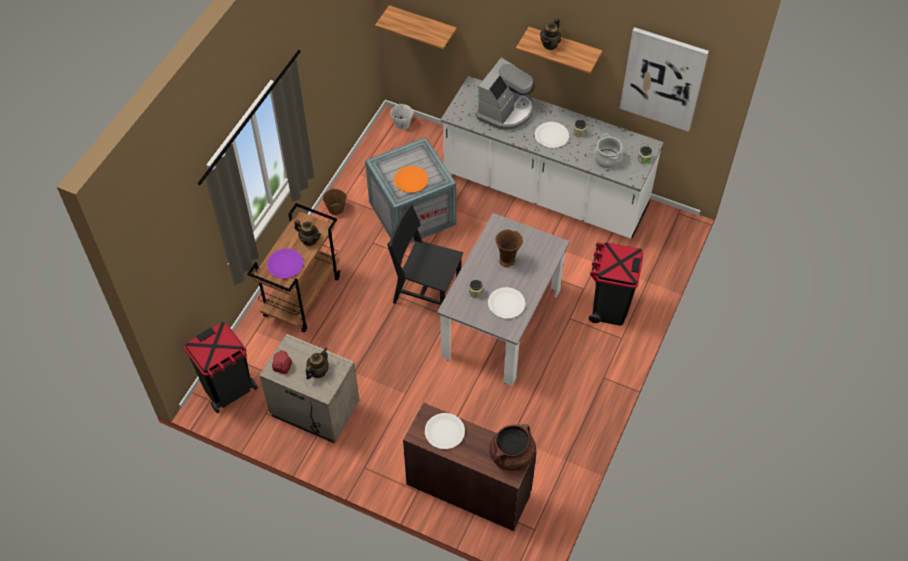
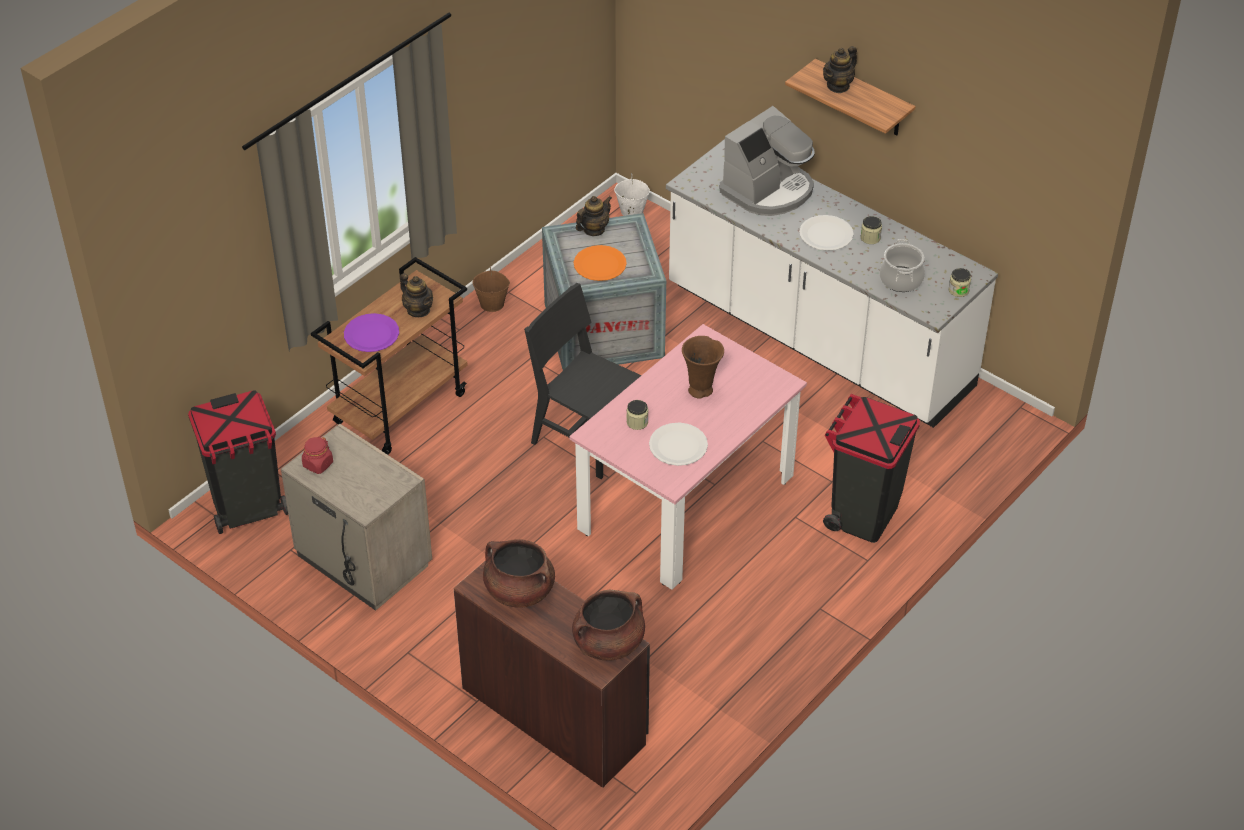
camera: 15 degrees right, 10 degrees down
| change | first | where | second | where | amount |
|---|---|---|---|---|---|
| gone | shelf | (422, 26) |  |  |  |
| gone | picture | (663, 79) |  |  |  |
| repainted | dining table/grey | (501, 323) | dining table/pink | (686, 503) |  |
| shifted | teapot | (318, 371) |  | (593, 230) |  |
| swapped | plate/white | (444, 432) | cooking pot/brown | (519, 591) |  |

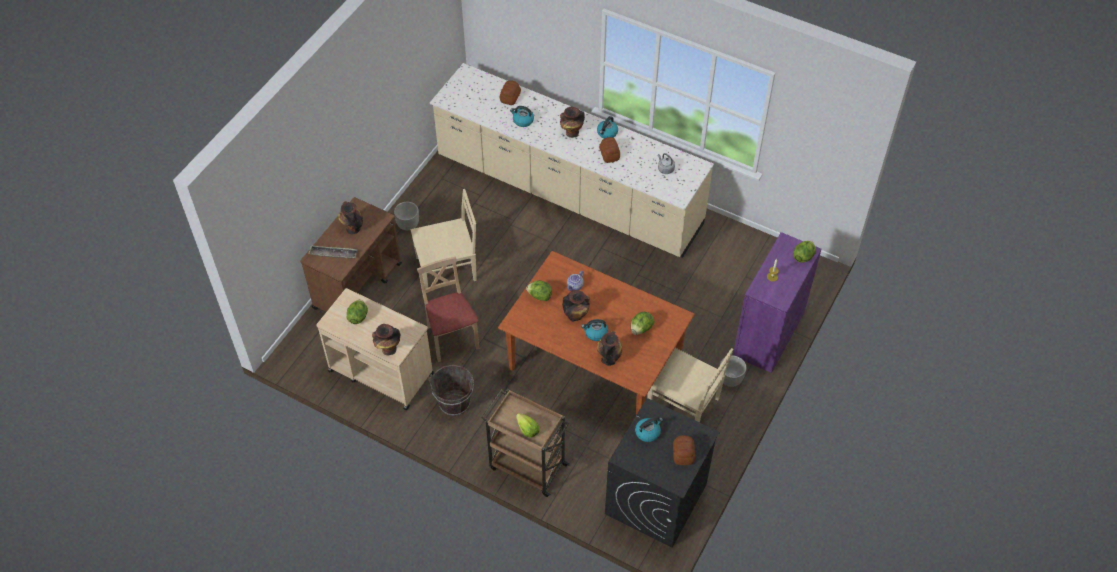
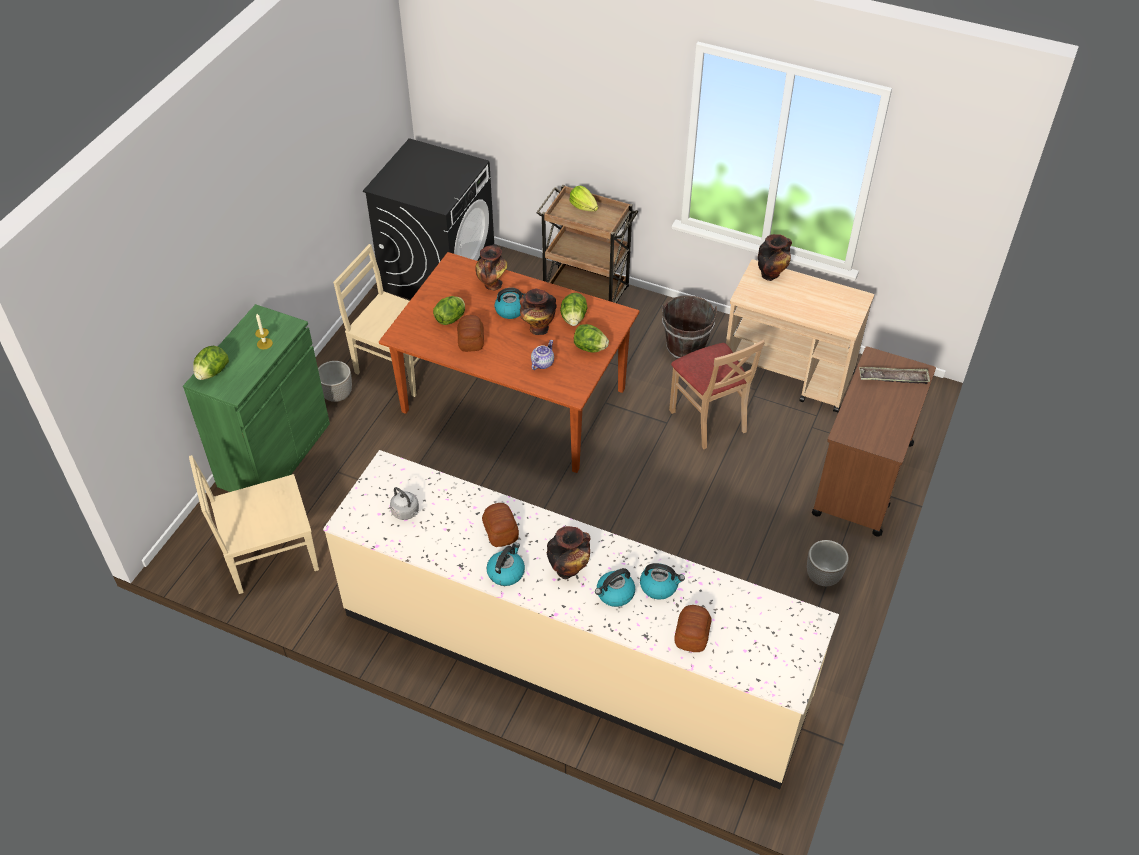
camera: 175 degrees right, 5 degrees down
| change | first | where | second | where | amount |
|---|---|---|---|---|---|
| shifted | chair/beige | (448, 268) |  | (268, 555) |  |
| gone | vase | (352, 228) |  |  |  |
| repainted | cabinet/purple | (769, 333) | cabinet/green | (274, 454) |  |
| shifted | lettuce | (358, 316) |  | (573, 319) |  |
| shifted | kettle | (648, 432) |  | (615, 594) |  |
| shifted | bread | (683, 453) |  | (470, 341) |  |

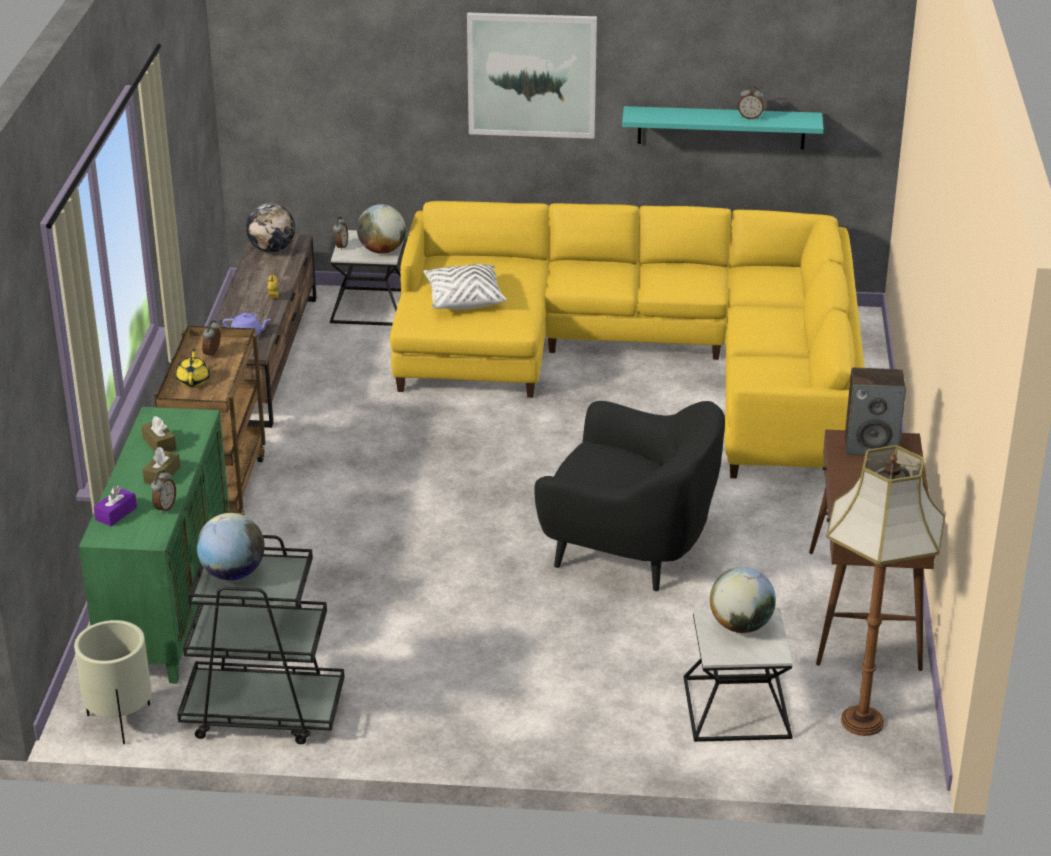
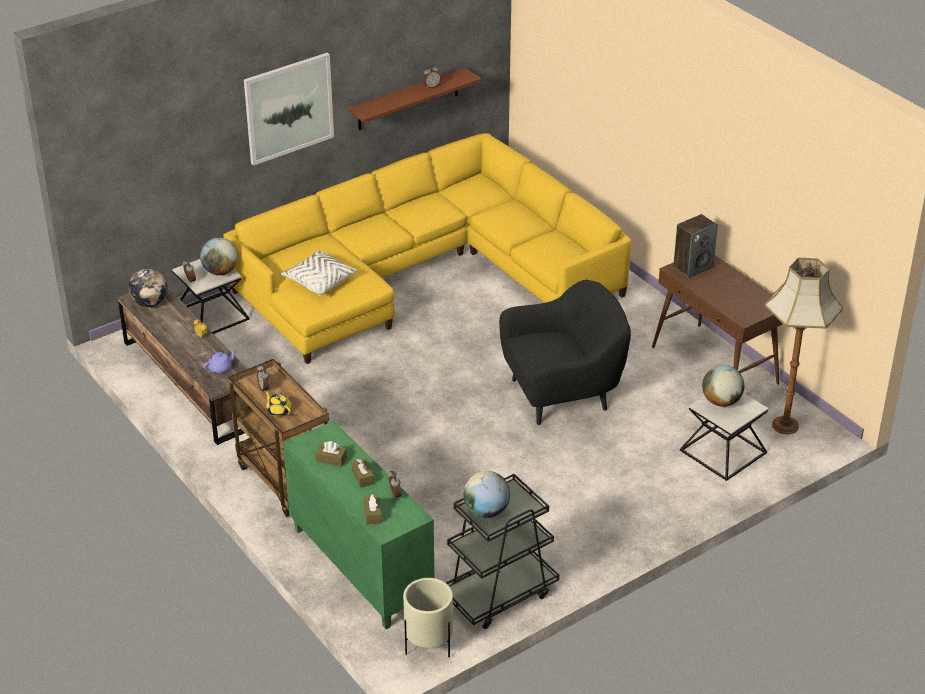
camera: 40 degrees left, 5 degrees up
| change | first | where | second | where | amount |
|---|---|---|---|---|---|
| repainted | shelf/turquoise | (721, 127) | shelf/brown | (408, 99) |  |
| repainted | tissue box/purple | (116, 514) | tissue box/brown | (372, 514) |  |

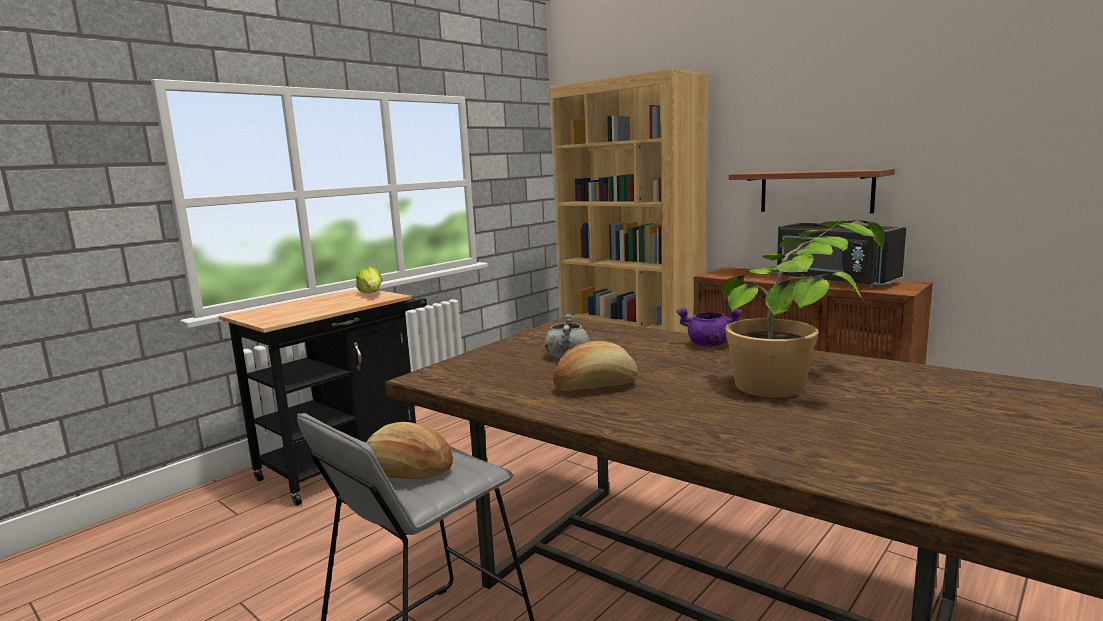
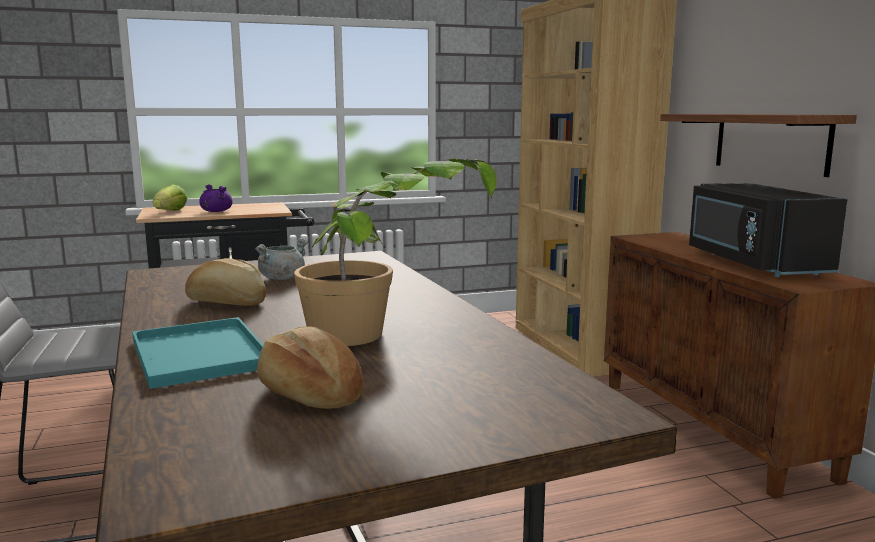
camera: 30 degrees right, 0 degrees up
| change | first | where | second | where | amount |
|---|---|---|---|---|---|
| shifted | lettuce | (371, 294) |  | (170, 212) |  |
| shifted | cooking pot/purple | (708, 344) |  | (216, 211) |  |
| shifted | bread | (407, 472) |  | (309, 394) |  |
| new |  |  | tray/turquoise | (202, 354) |  |

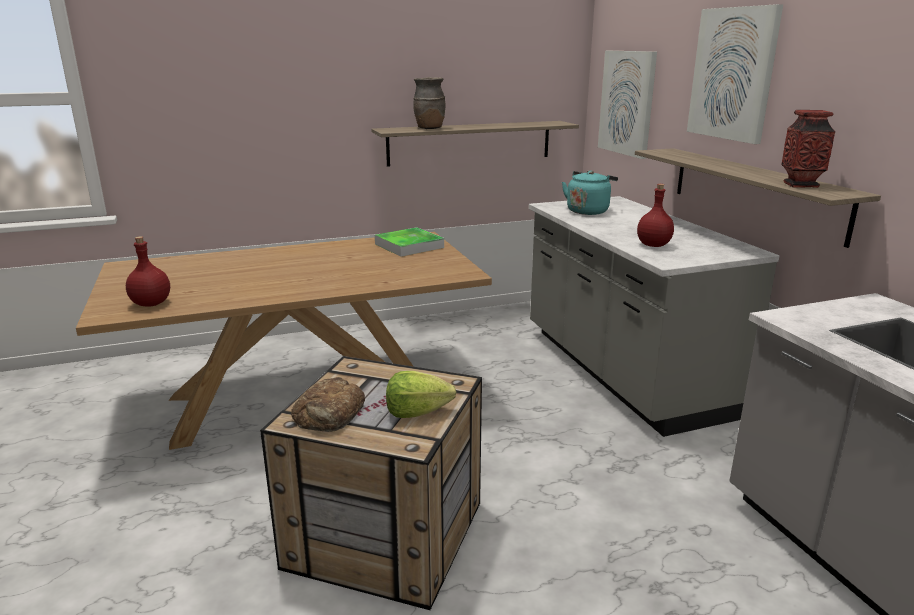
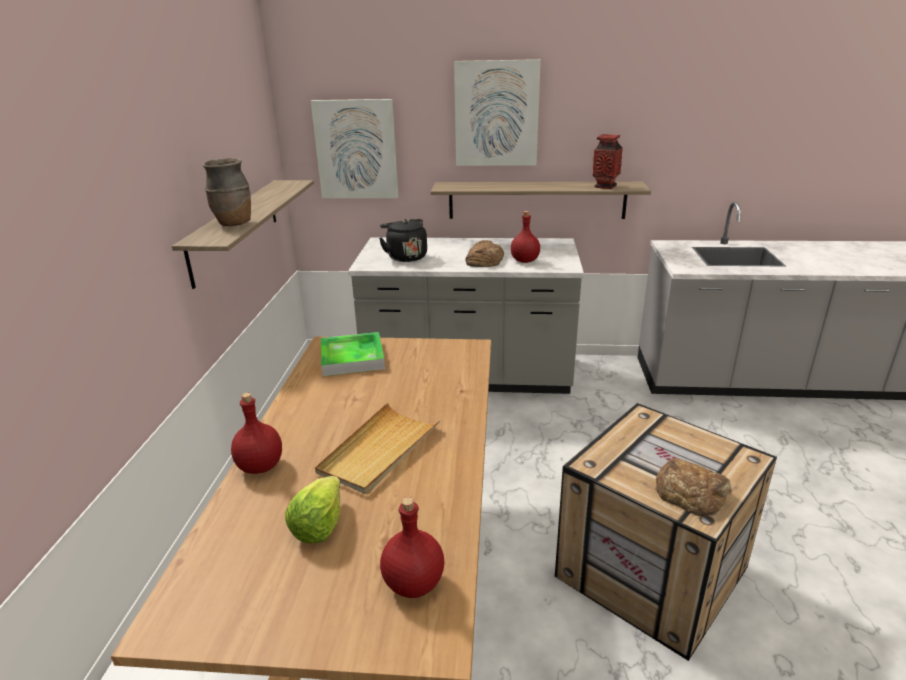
camera: 65 degrees left, 5 degrees up
| change | first | where | second | where | amount |
|---|---|---|---|---|---|
| repainted | kettle/turquoise | (588, 211) | kettle/black | (405, 257) |  |
| shifted | lettuce | (417, 412) |  | (319, 525) |  |
| new |  |  | bread | (484, 260) |  |
| new |  |  | bottle/red | (261, 466) |  |
| new |  |  | tray/beige | (379, 451) |  |

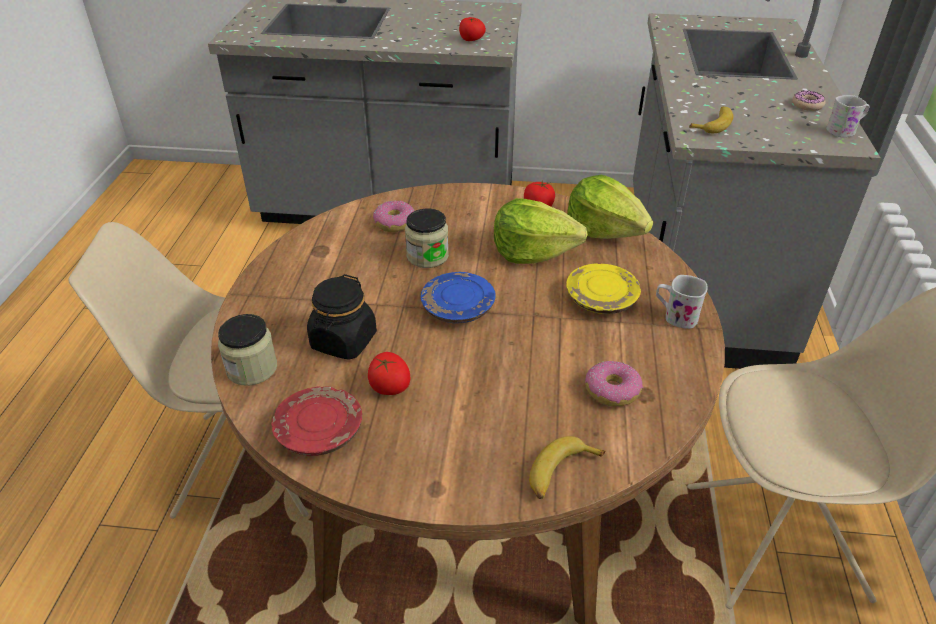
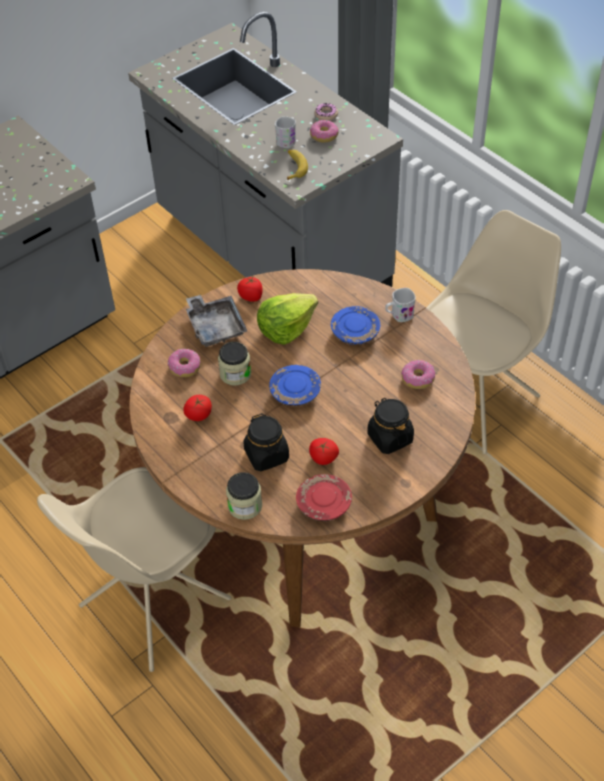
camera: 45 degrees left, 10 degrees up
| change | first | where | second | where | amount |
|---|---|---|---|---|---|
| shifted | tomato | (471, 40) |  | (198, 415) |  |
| shifted | mug/white | (844, 131) |  | (287, 140) |  |
| gone | lettuce | (604, 229) |  |  |  |
| repainted | plate/yellow | (601, 299) | plate/blue | (355, 332) |  |
| gone | banana | (560, 473) |  |  |  |
| new |  |  | donut | (324, 135) |  |
| new |  |  | tray/grey | (215, 326) |  |
| new |  |  | jar/black | (389, 438) |  |

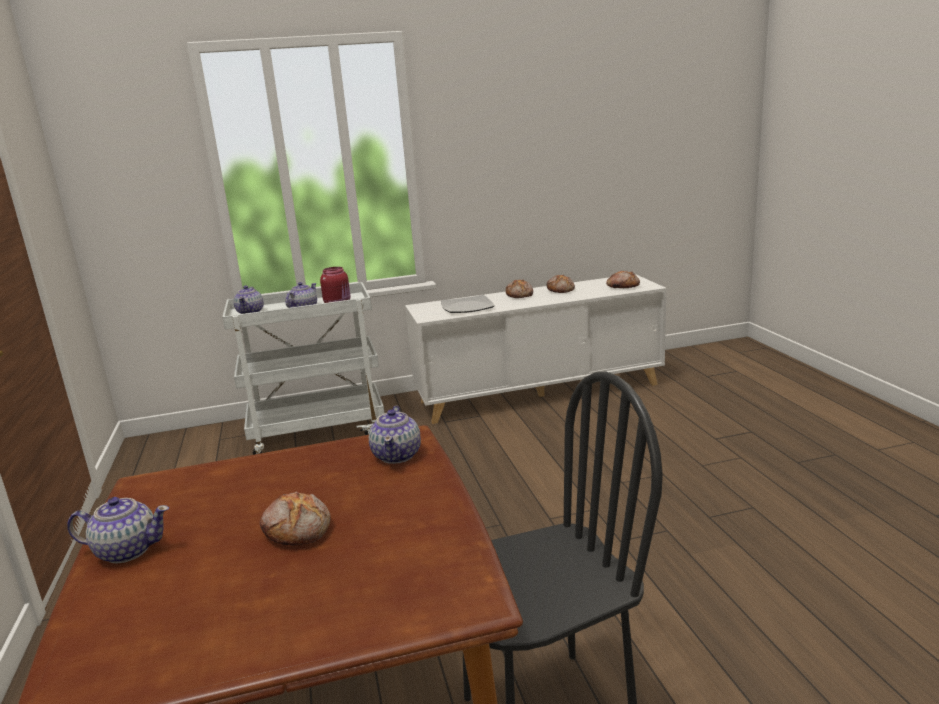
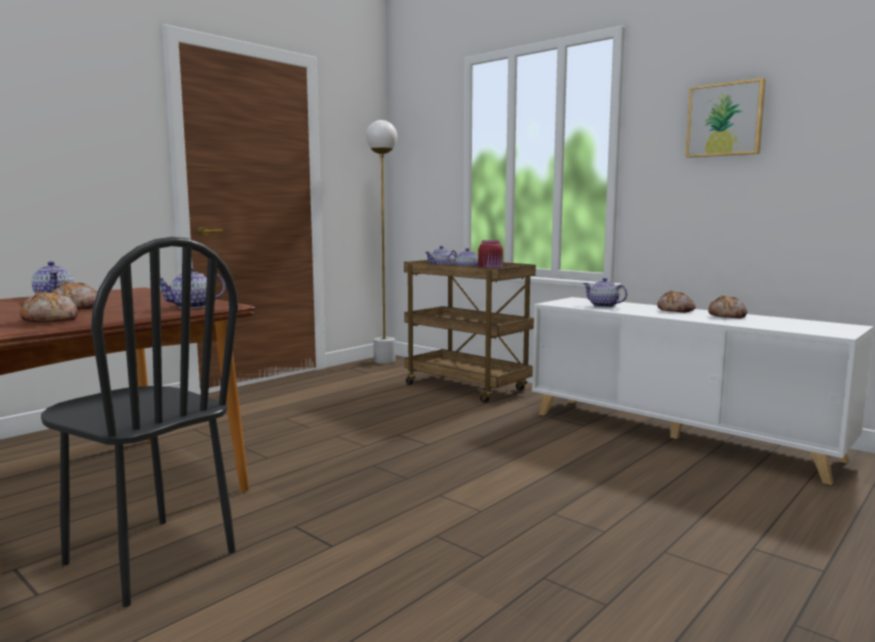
camera: 55 degrees right, 10 degrees down
| change | first | where | second | where | amount |
|---|---|---|---|---|---|
| shifted | bread | (622, 286) |  | (51, 320) |  |
| repainted | cart/white | (318, 431) | cart/brown | (468, 388) |  |
| swapped | plate | (468, 307) | teapot | (603, 306) |  |
| new |  |  | picture | (725, 120) |  |
| new |  |  | floor lamp/white | (384, 361) |  |

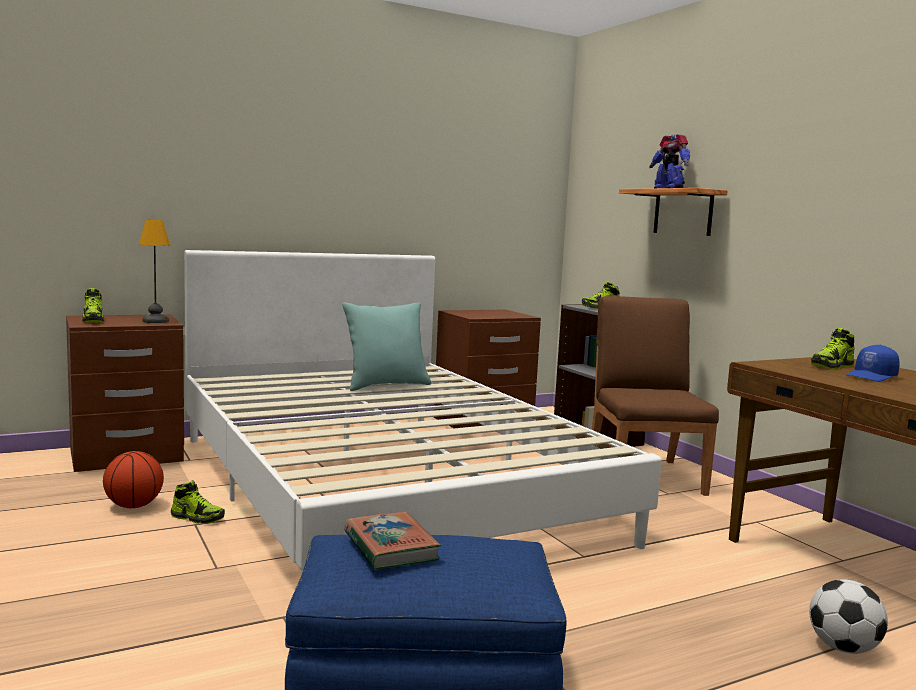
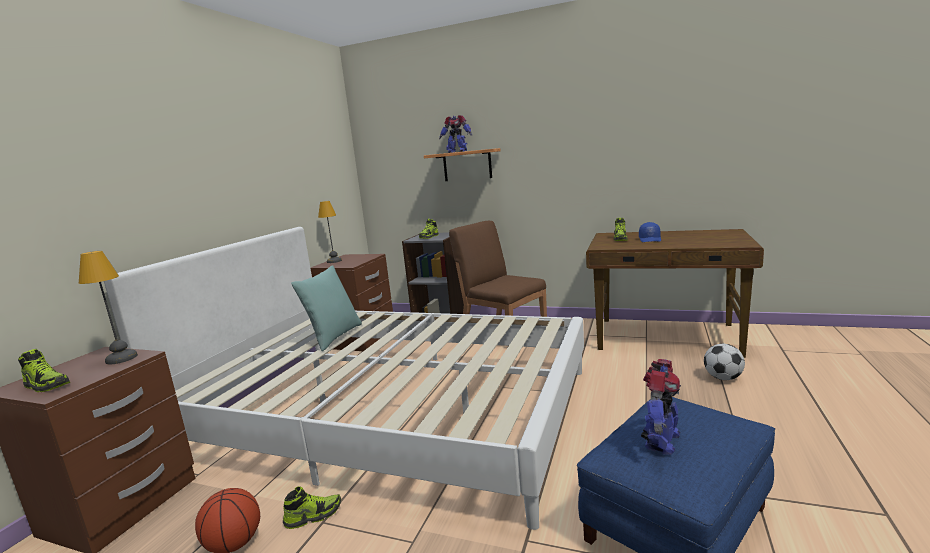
camera: 40 degrees left, 5 degrees up
| change | first | where | second | where | amount |
|---|---|---|---|---|---|
| swapped | book | (390, 547) | toy robot | (660, 441) |  |
| new |  |  | table lamp | (334, 261) |  |

